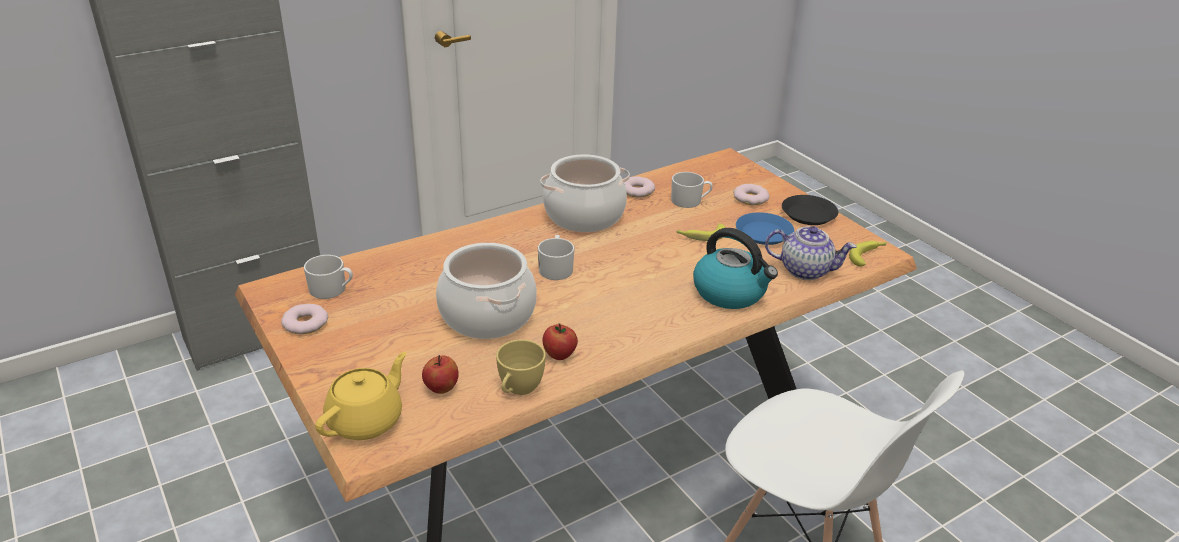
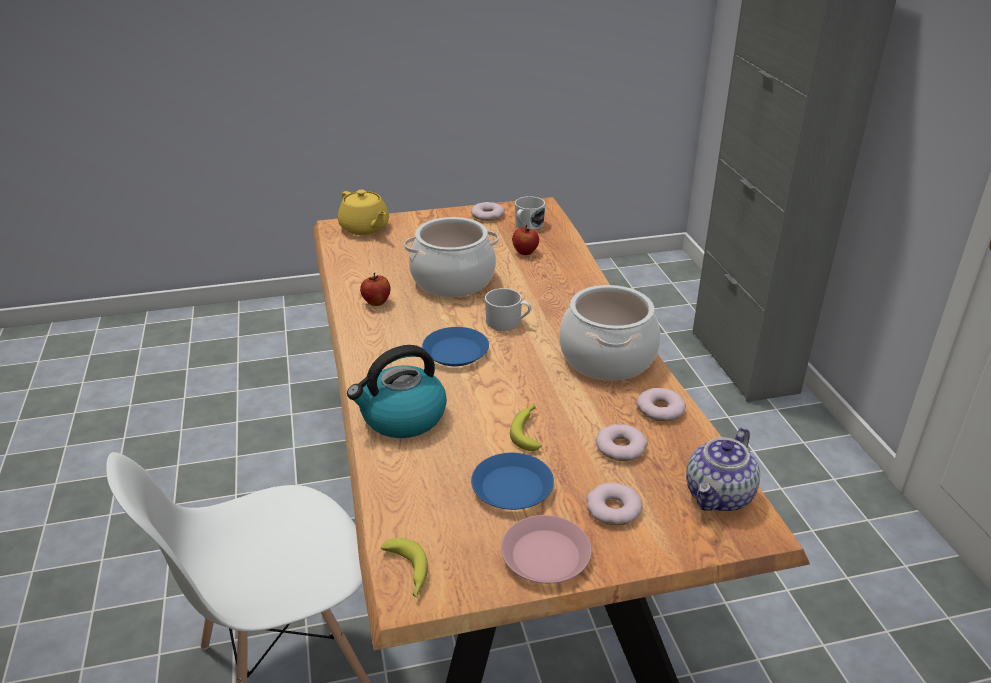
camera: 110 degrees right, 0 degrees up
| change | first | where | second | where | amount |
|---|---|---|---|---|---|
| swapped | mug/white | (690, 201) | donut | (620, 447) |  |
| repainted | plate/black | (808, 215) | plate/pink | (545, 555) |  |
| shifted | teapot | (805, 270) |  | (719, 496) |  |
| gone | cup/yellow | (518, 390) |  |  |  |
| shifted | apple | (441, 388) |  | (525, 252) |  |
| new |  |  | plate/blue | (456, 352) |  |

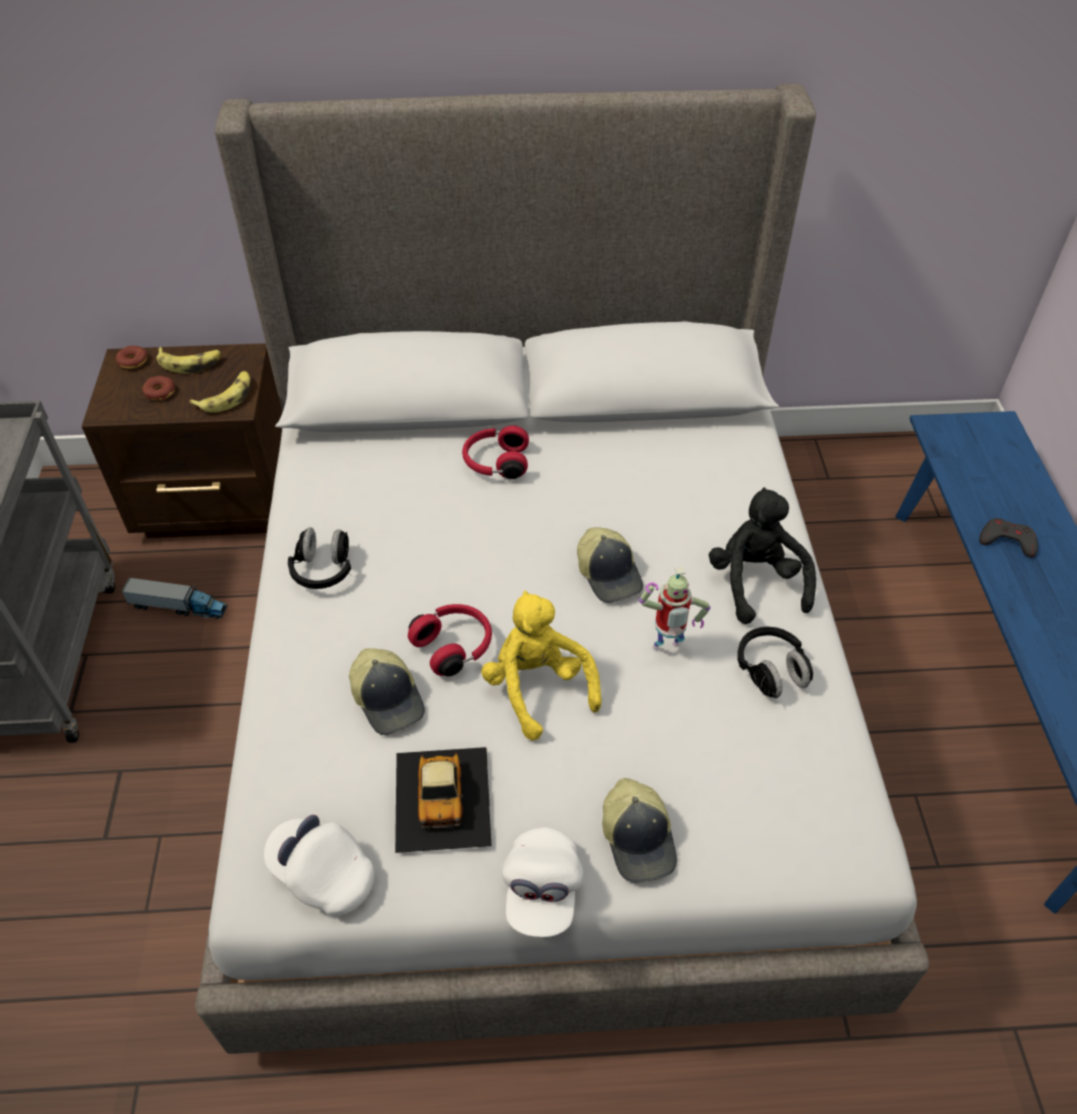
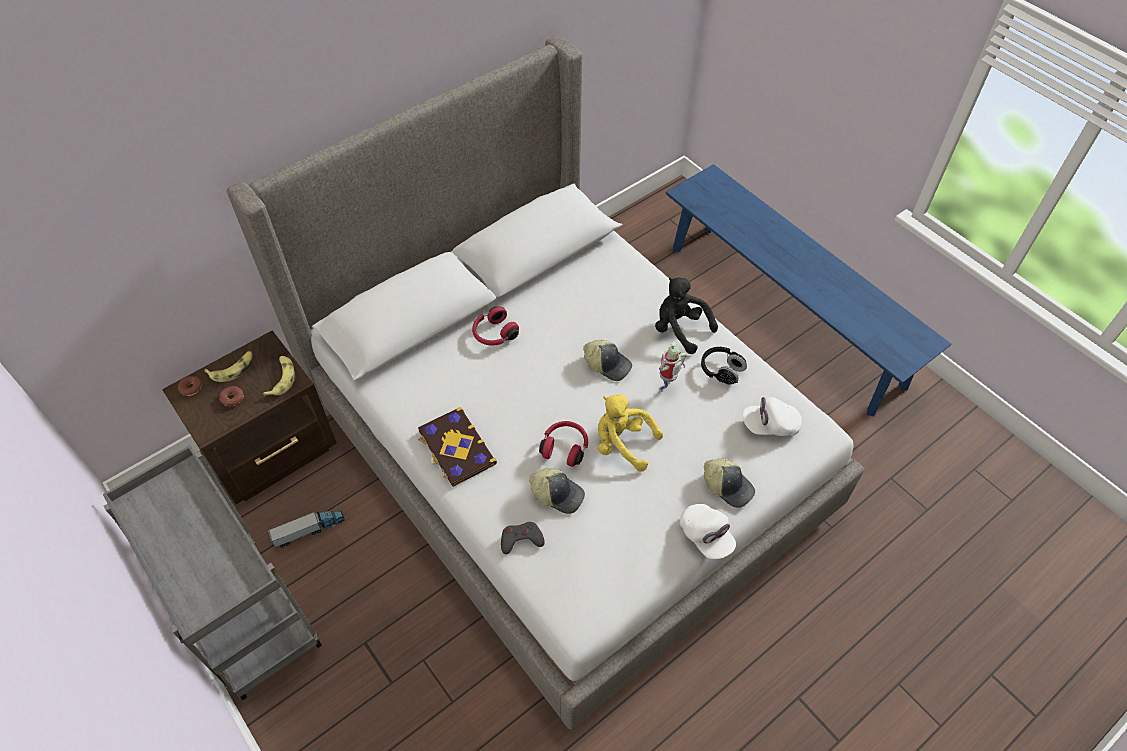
camera: 35 degrees left, 5 degrees up
| change | first | where | second | where | amount |
|---|---|---|---|---|---|
| shifted | game controller/grey | (1007, 541) |  | (521, 539) |  |
| swapped | headphones/black | (323, 570) | book | (455, 448) |  |
| gone | toy car | (443, 797) |  |  |  |
| shifted | cap/white | (322, 874) |  | (770, 425) |  |

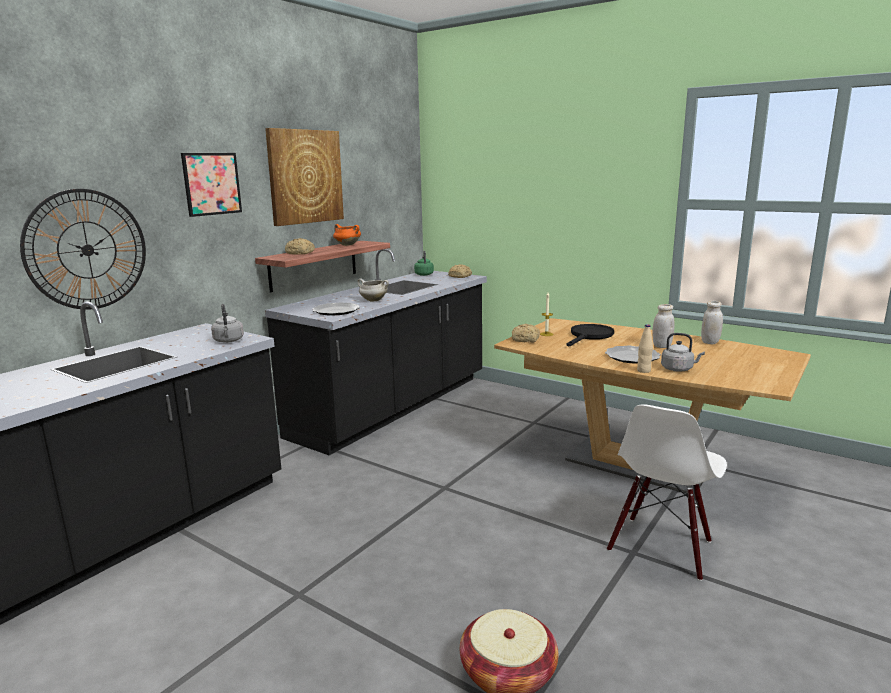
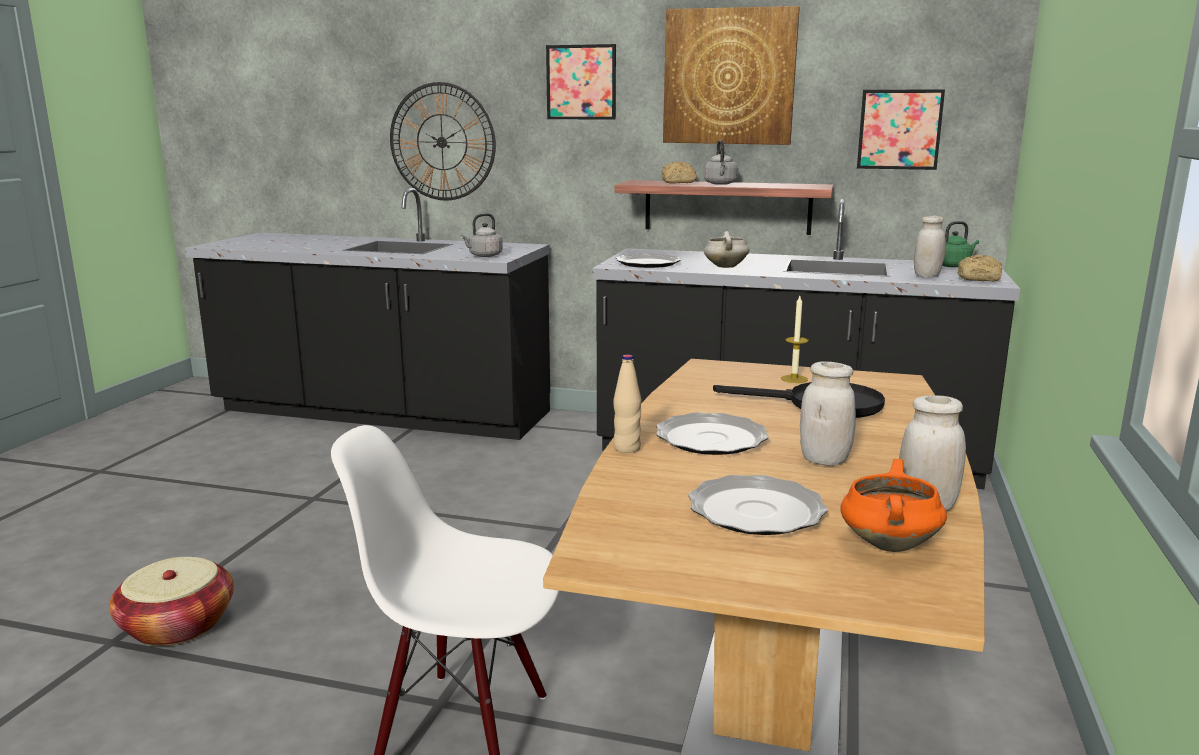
camera: 70 degrees right, 0 degrees up
| change | first | where | second | where | amount |
|---|---|---|---|---|---|
| shifted | cooking pot/orange | (347, 245) |  | (887, 544) |  |
| gone | bread | (526, 340) |  |  |  |
| shifted | kettle/grey | (678, 369) |  | (720, 184) |  |
| new |  |  | picture | (899, 129) |  |
| new |  |  | jar/white | (927, 276) |  |
| new |  |  | plate | (756, 510) |  |

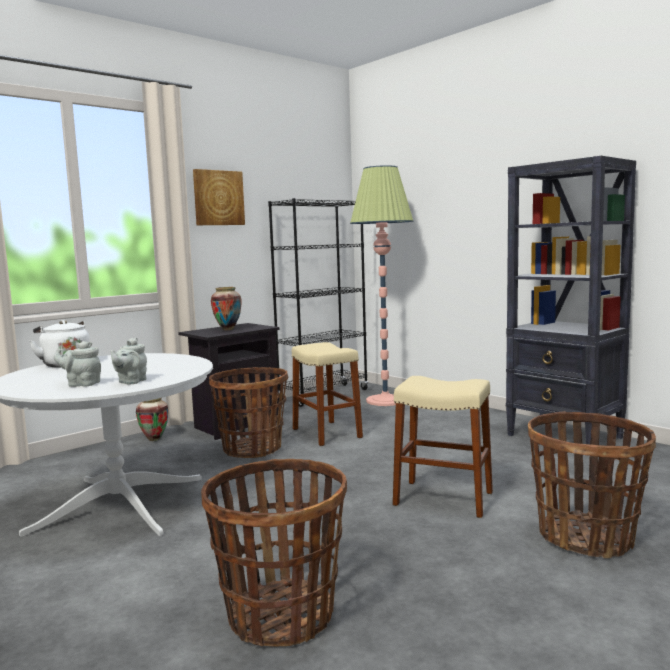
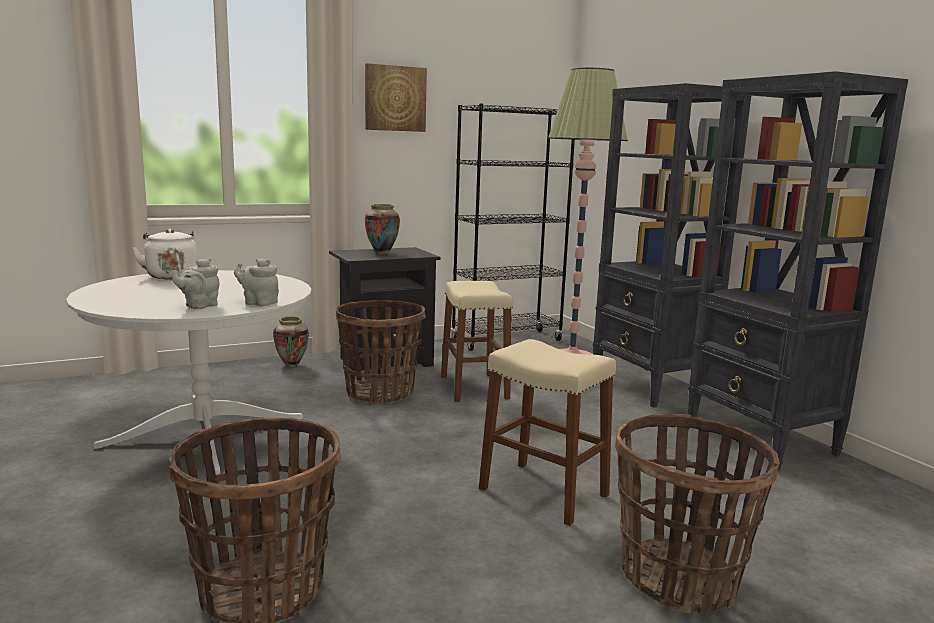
camera: 15 degrees right, 5 degrees up
| change | first | where | second | where | amount |
|---|---|---|---|---|---|
| shifted | teapot/grey | (81, 384) |  | (258, 303) |  |
| new |  |  | bookcase/black | (650, 387) |  |

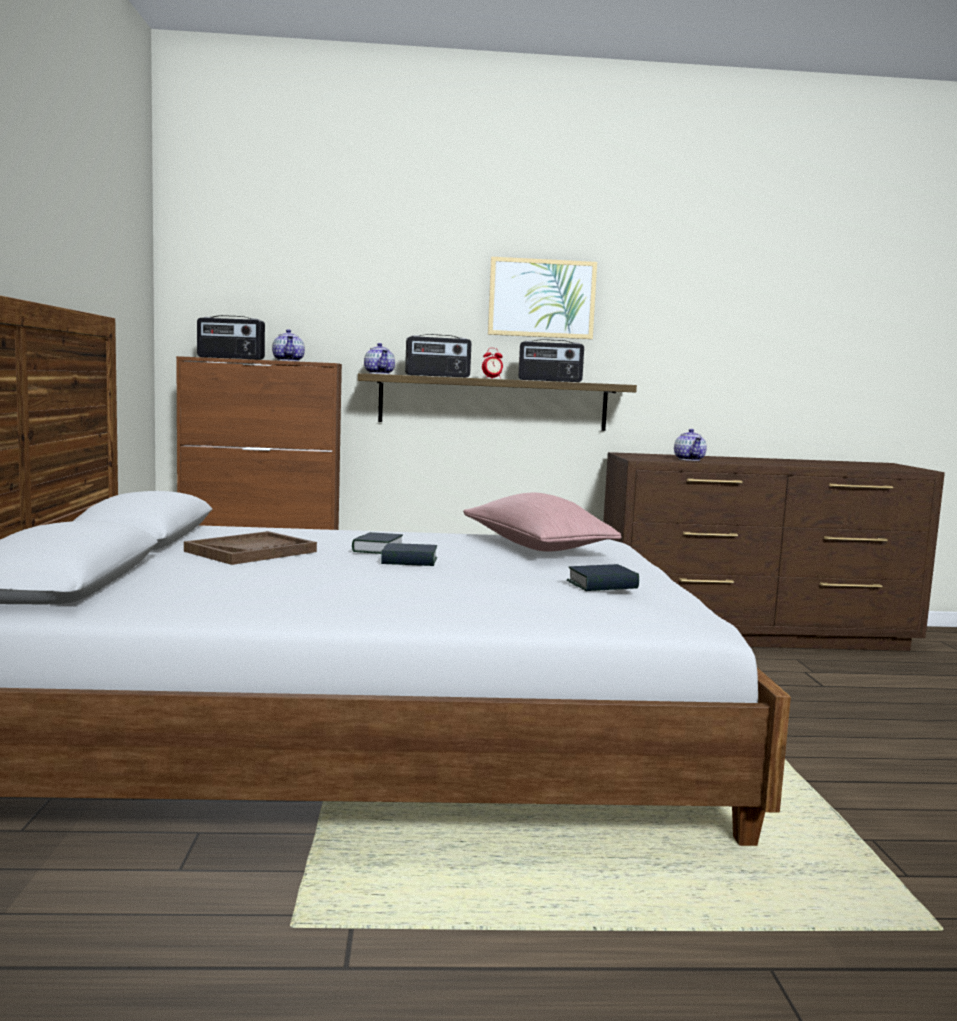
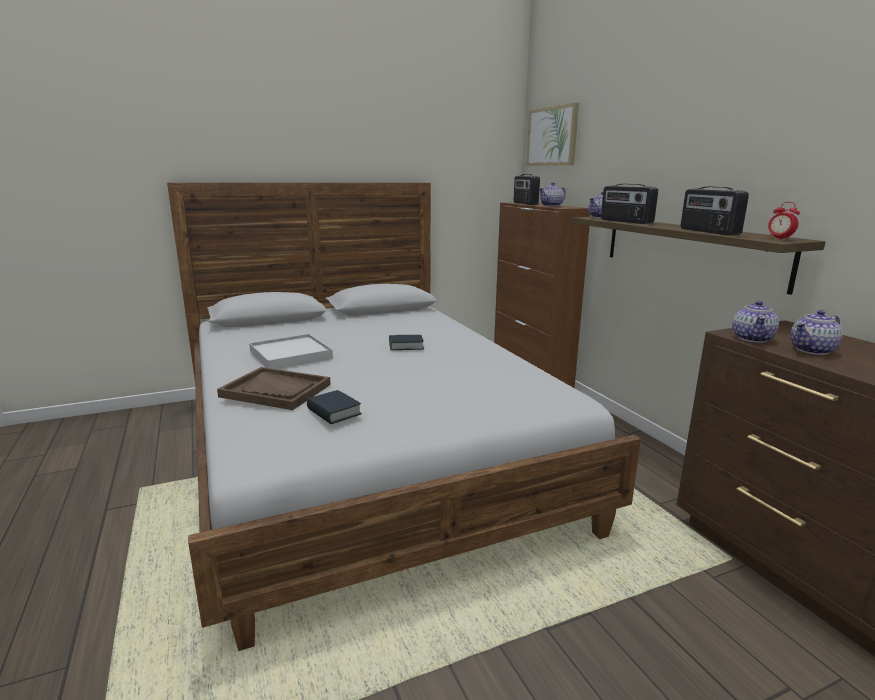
camera: 70 degrees right, 10 degrees up
| change | first | where | second | where | amount |
|---|---|---|---|---|---|
| shifted | picture | (541, 298) |  | (552, 136) |  |
| shifted | alarm clock | (492, 378) |  | (779, 239) |  |
| gone | pillow/pink | (536, 548) |  |  |  |
| shifted | tray/brown | (251, 551) |  | (276, 390) |  |
| gone | book | (409, 561) |  |  |  |
| new |  |  | teapot | (752, 338) |  |
| new |  |  | tray/white | (290, 355) |  |

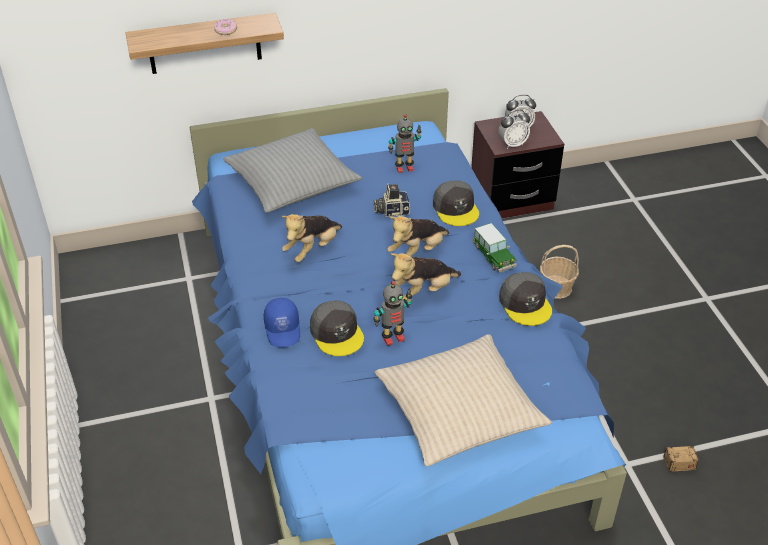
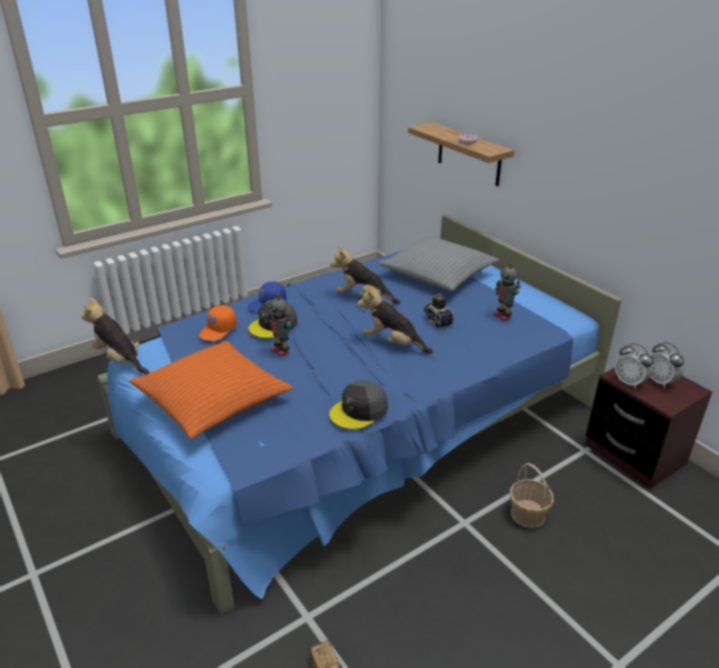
camera: 70 degrees right, 10 degrees down
| change | first | where | second | where | amount |
|---|---|---|---|---|---|
| gone | cap/grey | (456, 208) |  |  |  |
| gone | toy car | (494, 256) |  |  |  |
| shifted | plush toy | (423, 292) |  | (120, 360) |  |
| repainted | pillow/beige | (459, 410) | pillow/orange | (212, 399) |  |
| new |  |  | cap/orange | (218, 331) |  |

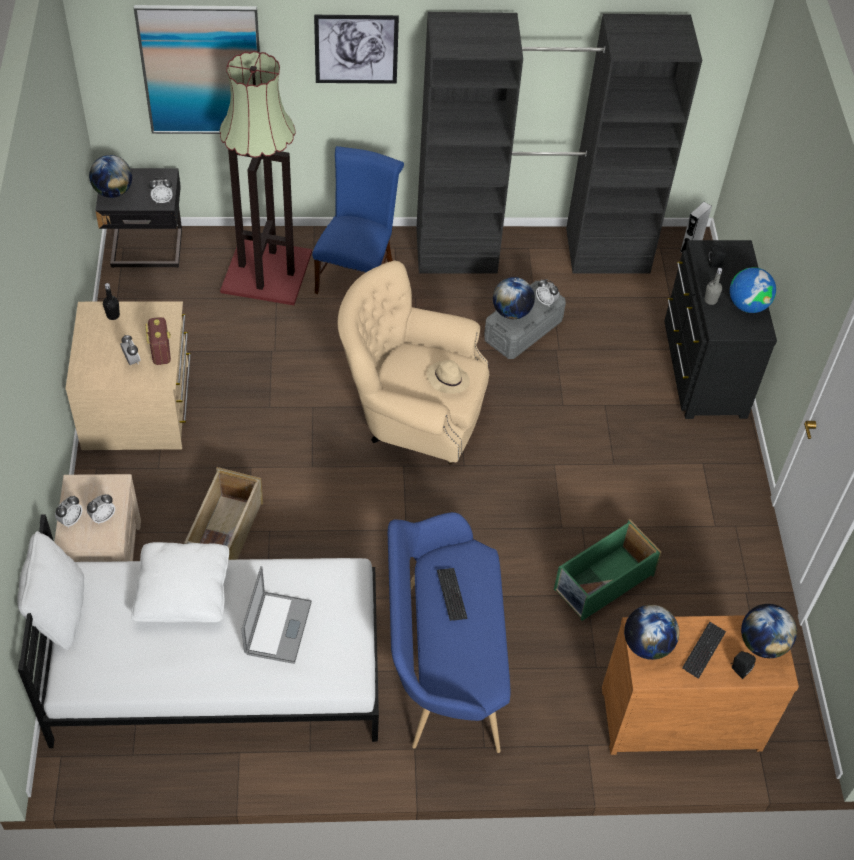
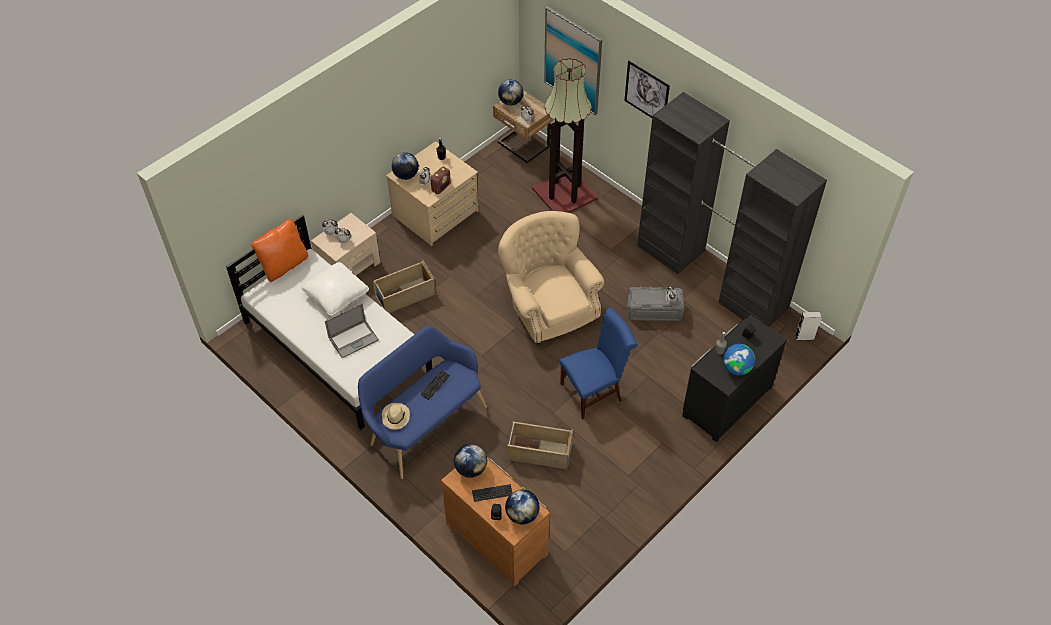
camera: 50 degrees right, 0 degrees up
| change | first | where | second | where | amount |
|---|---|---|---|---|---|
| shifted | chair/blue | (357, 275) |  | (594, 391) |  |
| repainted | nightstand/black | (147, 251) | nightstand/beige | (522, 146) |  |
| shifted | globe | (511, 312) |  | (406, 175) |  |
| shifted | hat/beige | (447, 379) |  | (395, 417) |  |
| repainted | storage box/green | (602, 582) | storage box/beige | (539, 452) |  |
| repainted | pillow/white | (59, 613) | pillow/orange | (284, 265) |  |

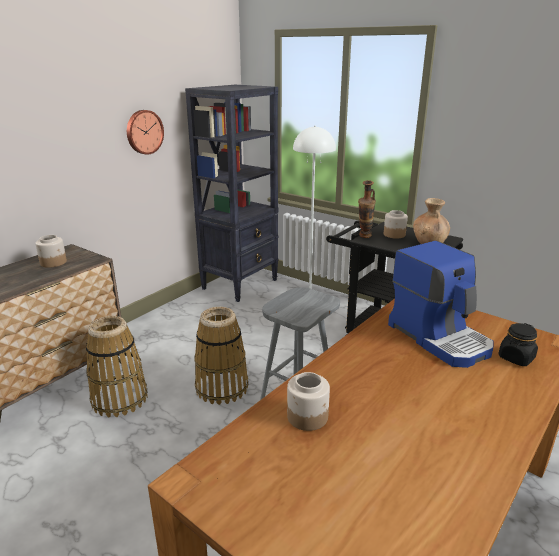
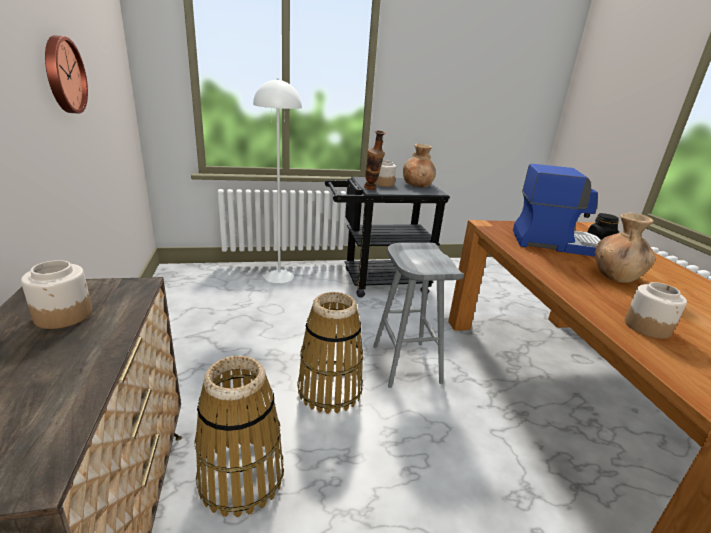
camera: 50 degrees left, 0 degrees up
| change | first | where | second | where | amount |
|---|---|---|---|---|---|
| gone | bookcase/black | (240, 284) |  |  |  |
| new |  |  | vase/brown | (616, 276) |  |

